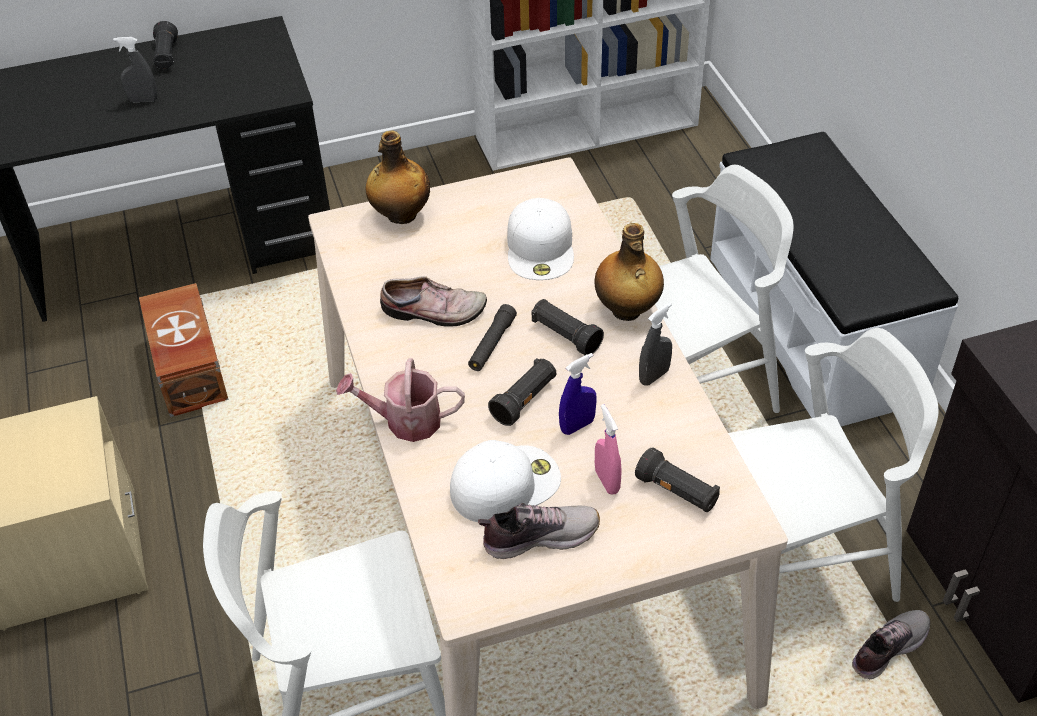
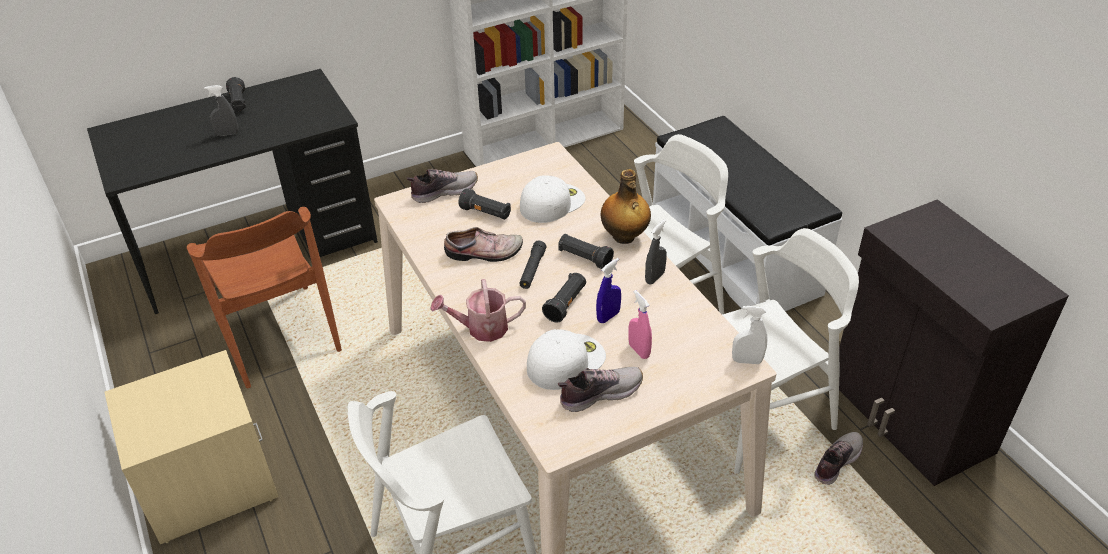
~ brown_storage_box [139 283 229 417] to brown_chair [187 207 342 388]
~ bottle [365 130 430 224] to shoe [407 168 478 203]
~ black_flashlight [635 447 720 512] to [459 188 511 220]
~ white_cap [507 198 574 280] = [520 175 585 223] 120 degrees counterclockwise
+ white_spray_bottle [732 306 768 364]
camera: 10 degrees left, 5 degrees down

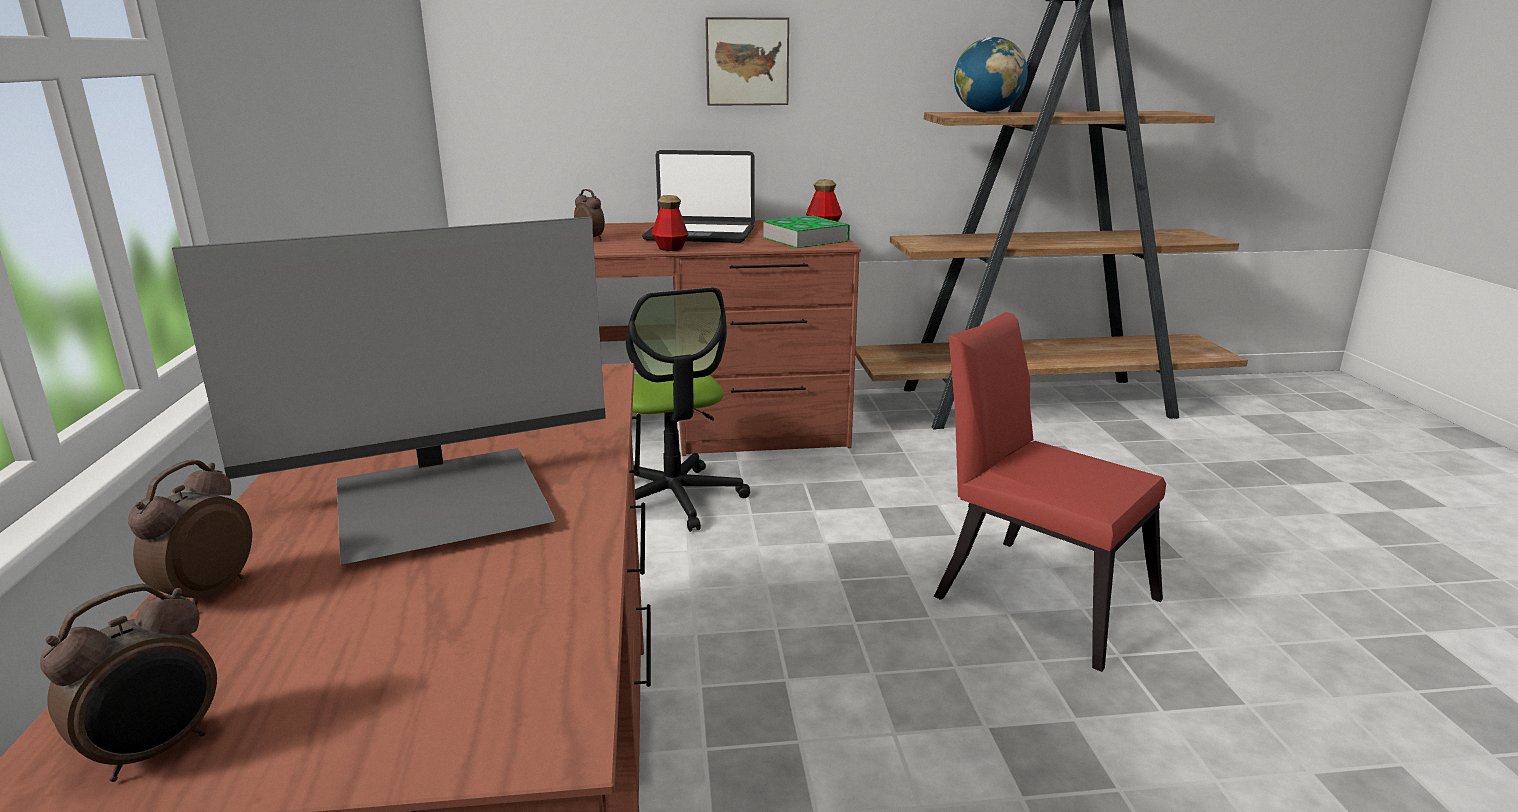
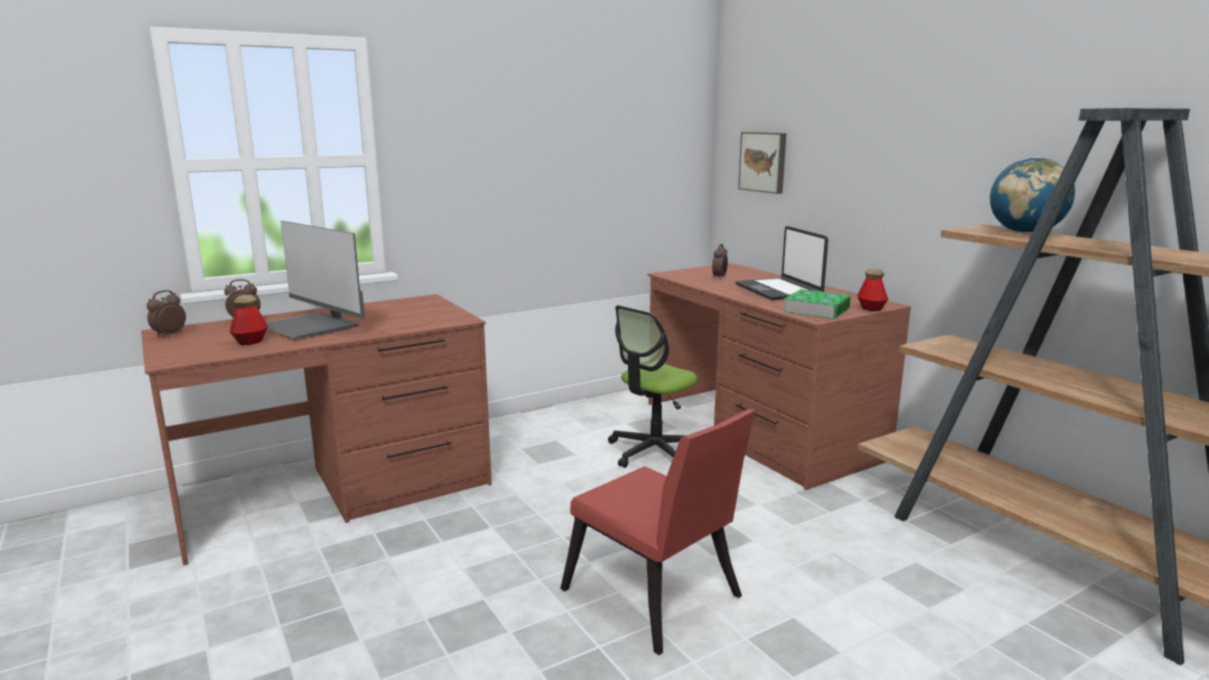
~ alarm_clock [40 584 217 782] = [146 290 186 337] 105 degrees clockwise
~ bottle [652 195 689 251] to [229 295 268 345]
~ red_chair [934 312 1166 672] = [560 409 756 655] 120 degrees clockwise
~ picture [705 17 789 106] to [738 132 786 194]
camera: 65 degrees right, 5 degrees down

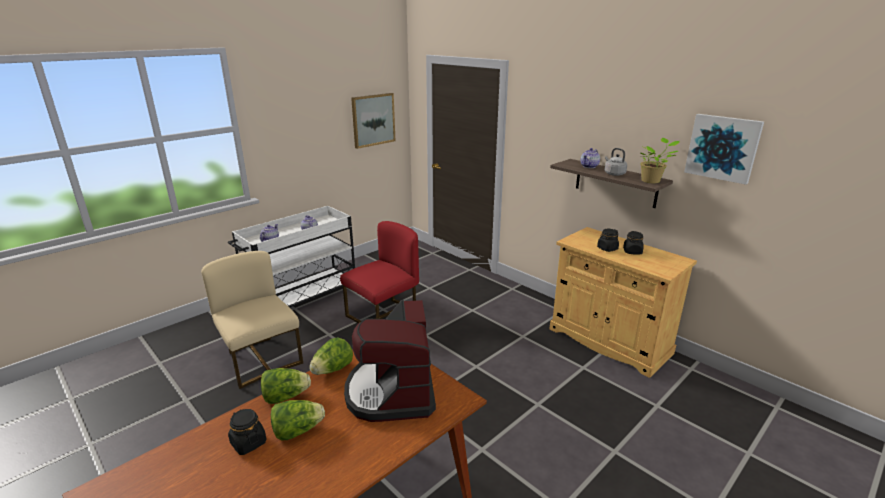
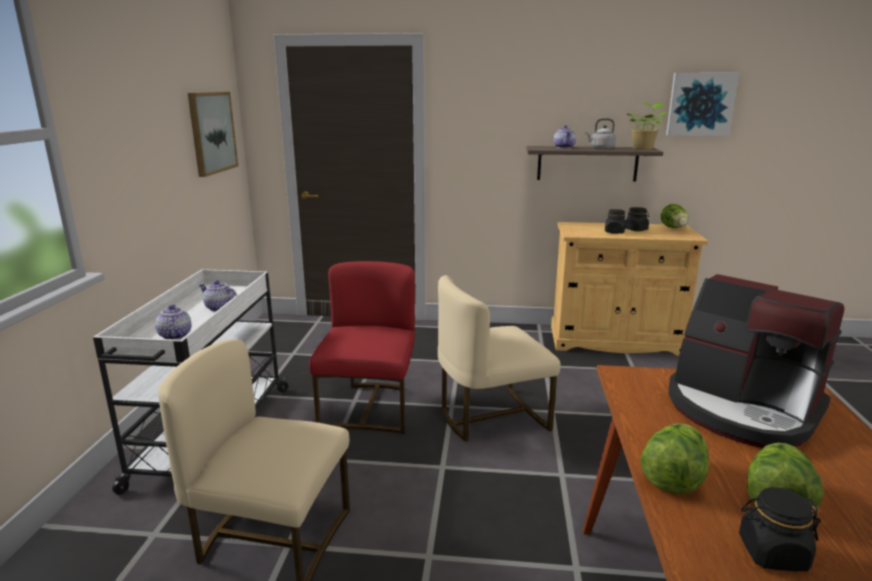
+ beige_chair [438 275 561 442]
~ lettuce [309 337 353 375] to [661 204 688 228]
camera: 40 degrees left, 5 degrees down

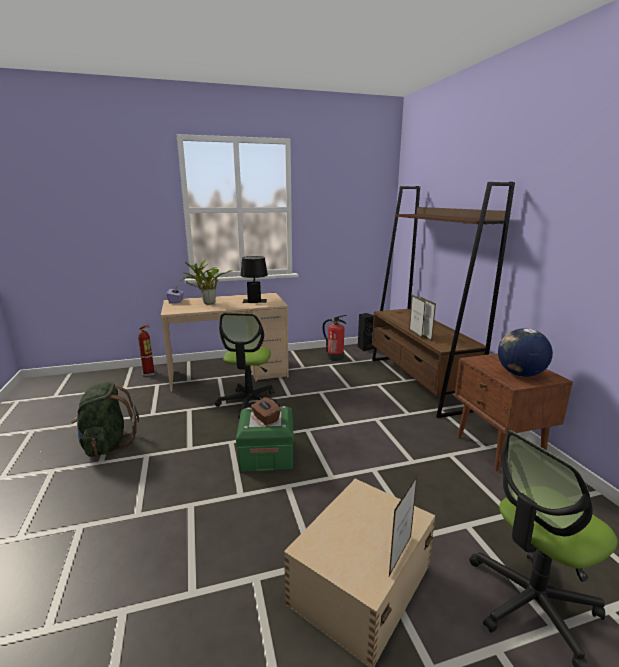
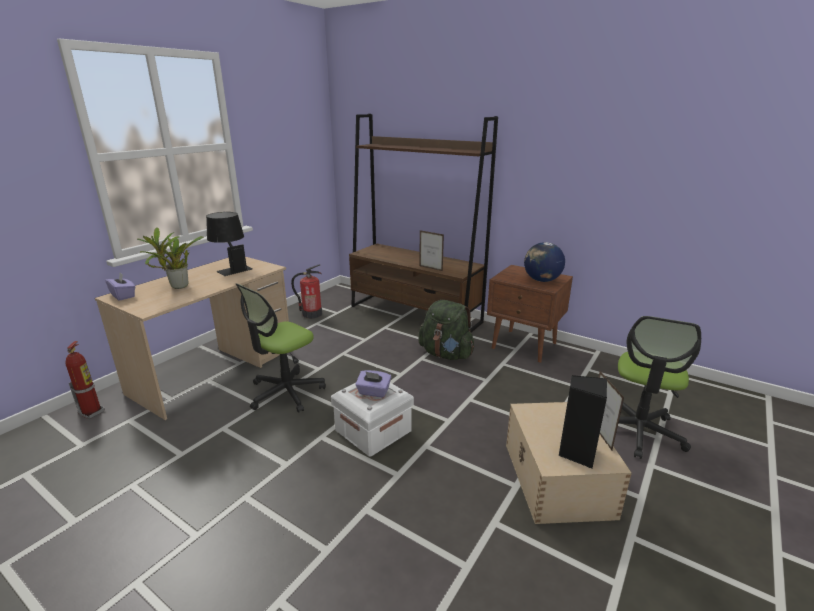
~ office_chair [215 313 280 419] = [236 283 326 413] 75 degrees clockwise
~ green_storage_box [236 406 294 472] to white_storage_box [331 383 414 456]
~ brown_tissue_box [251 397 281 425] to purple_tissue_box [355 370 391 397]
~ green_backpack [71 382 139 457] to [418 300 474 360]
~ black_speaker [358 313 374 351] to [559 375 607 468]
- picture_frame [409 295 426 338]
camera: 40 degrees left, 5 degrees up

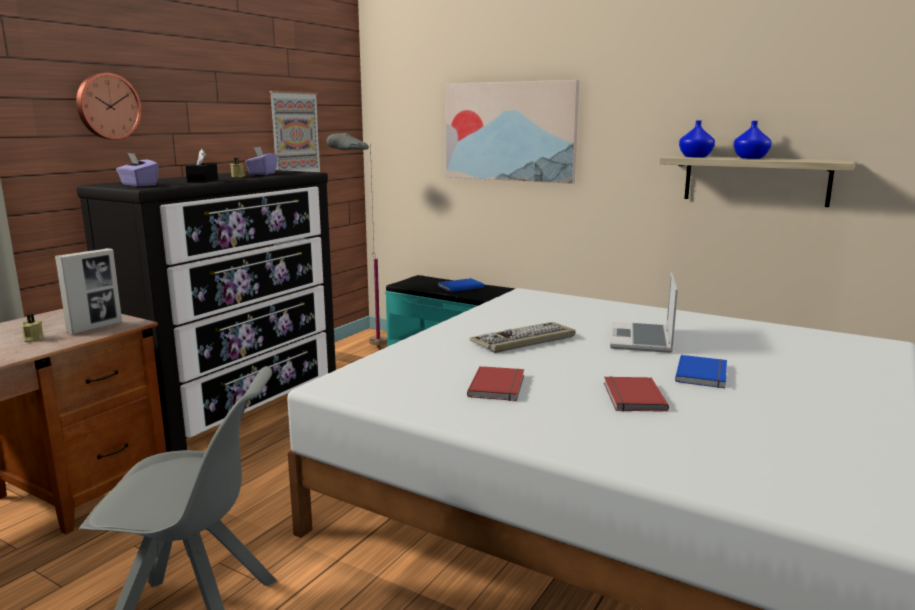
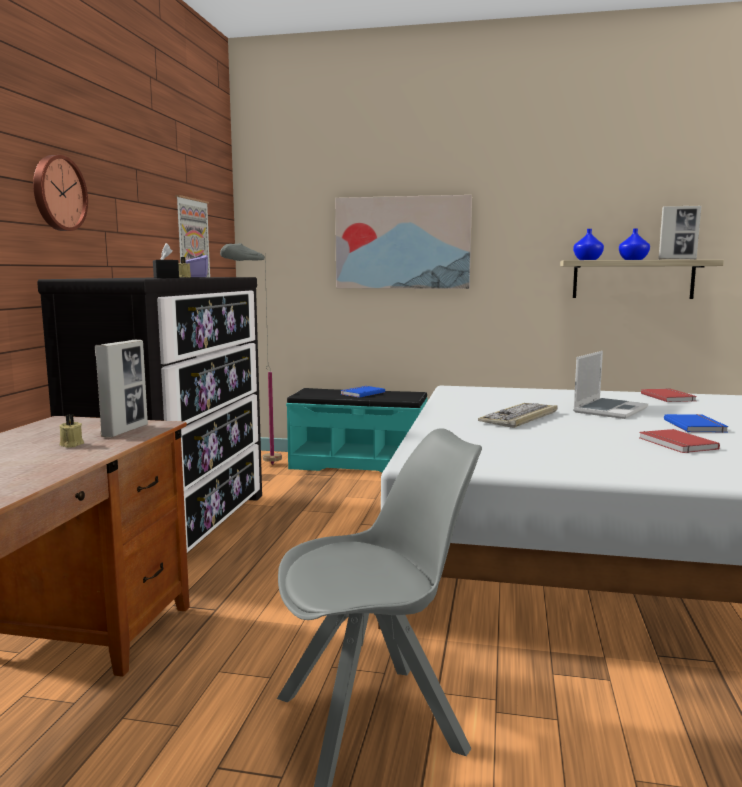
~ laptop [610 272 678 353] = [573 351 648 419] 135 degrees counterclockwise
~ red_book [467 366 524 401] to [641 388 697 402]
+ picture_frame [658 205 702 260]
- purple_tissue_box [116 153 159 186]
camera: 20 degrees left, 5 degrees down

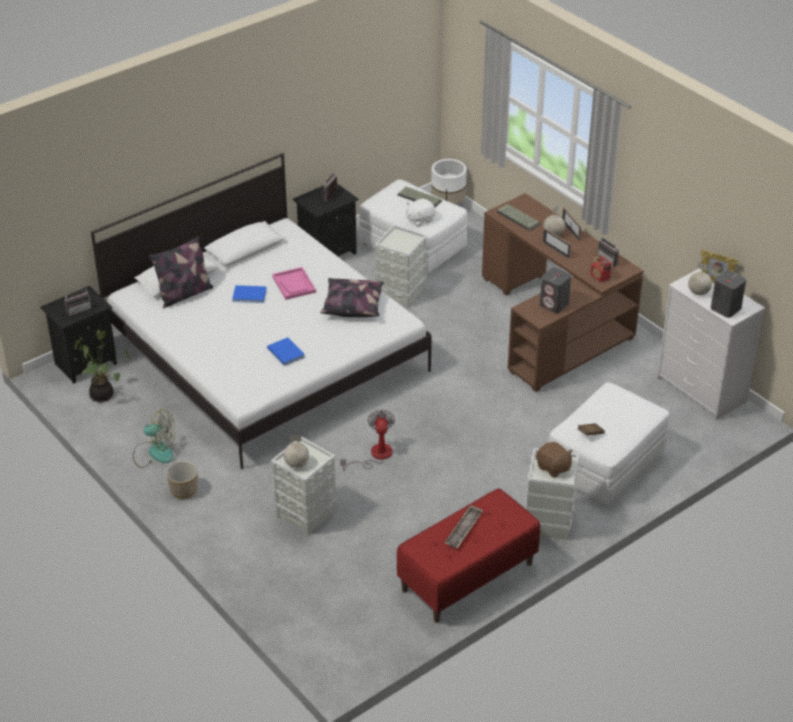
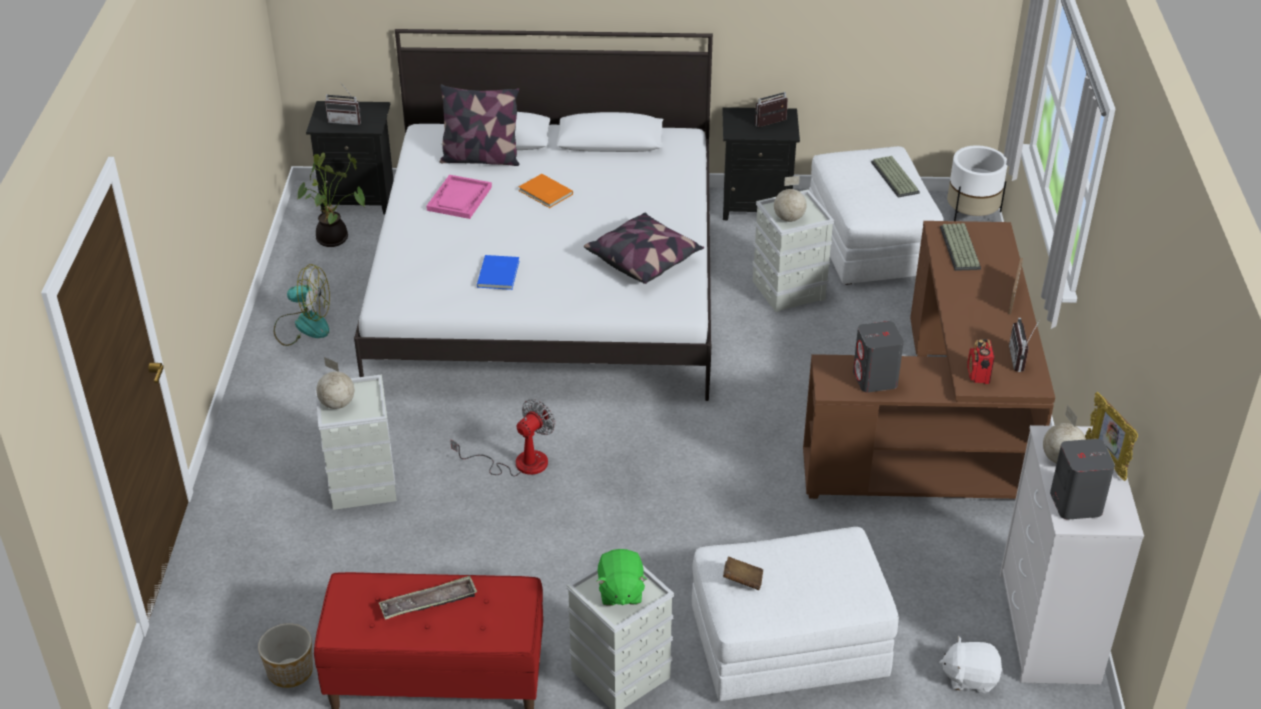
~ planter [166 461 198 499] to [258 623 313 688]
~ fan [133 409 175 468] = [274 264 330 346] 45 degrees counterclockwise
~ pink_tray [272 267 316 300] to [426 175 492 219]
~ blue_book [232 285 266 303] to orange_book [519 174 573 208]
~ brown_plush_toy [536 442 573 478] to green_plush_toy [597 549 647 606]
~ globe [543 205 565 236] to [774 176 807 222]
~ white_plush_toy [406 198 435 226] to [939 636 1003 694]
- picture_frame [543 228 571 259]
camera: 40 degrees right, 0 degrees up

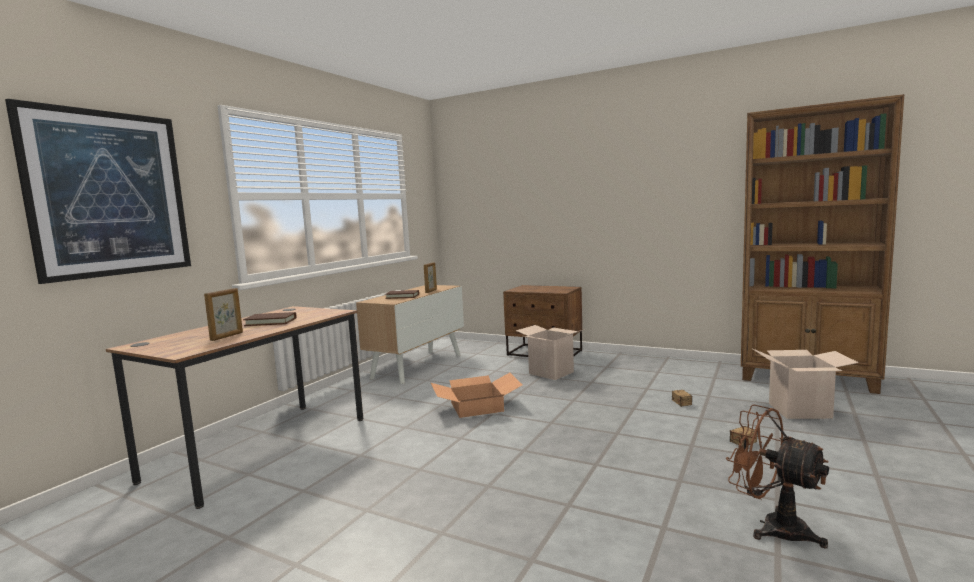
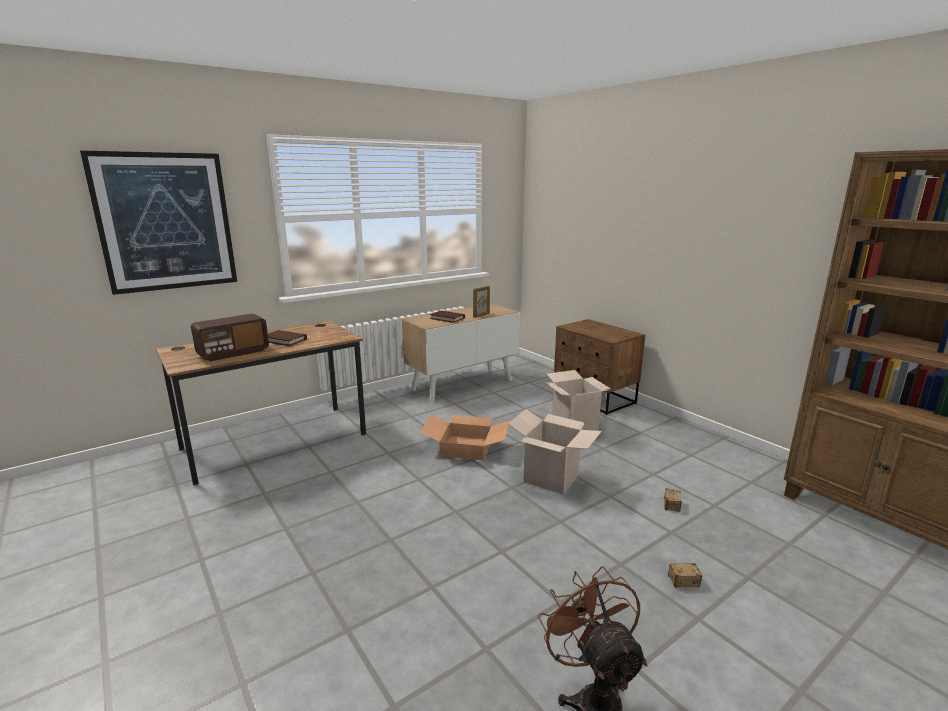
~ picture_frame [204 288 243 341] to radio [191 314 269 361]
~ cardboard_box [752 348 859 419] to [508 409 602 495]
camera: 25 degrees right, 10 degrees up

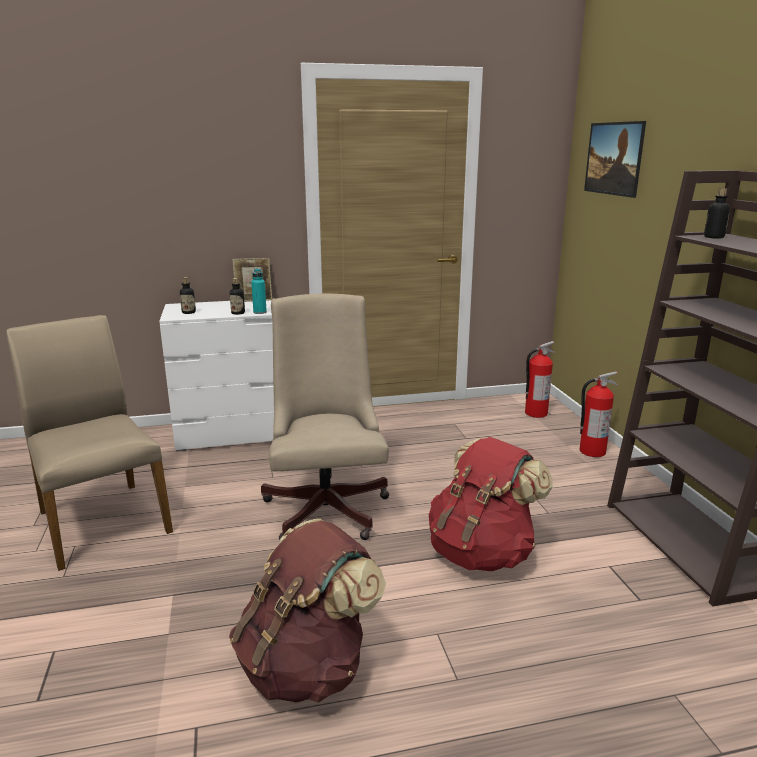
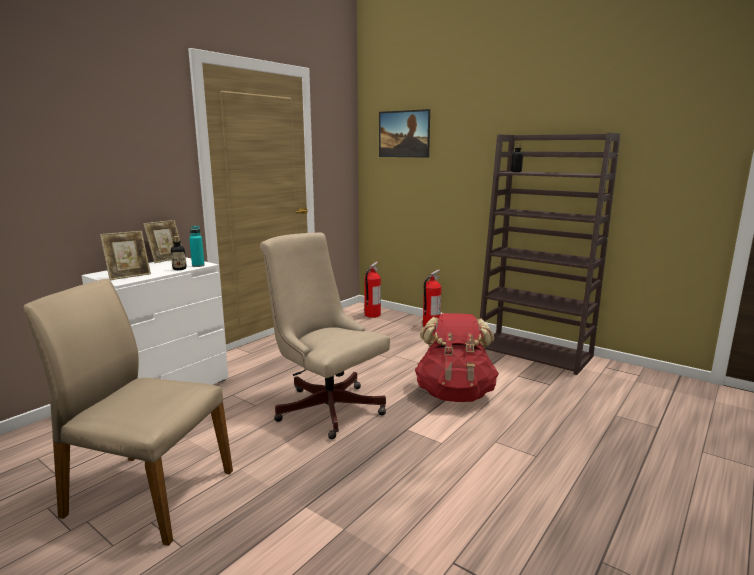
~ bottle [180 277 196 314] to picture_frame [100 231 151 280]
- brown_backpack [229 519 386 703]
camera: 40 degrees left, 5 degrees down

